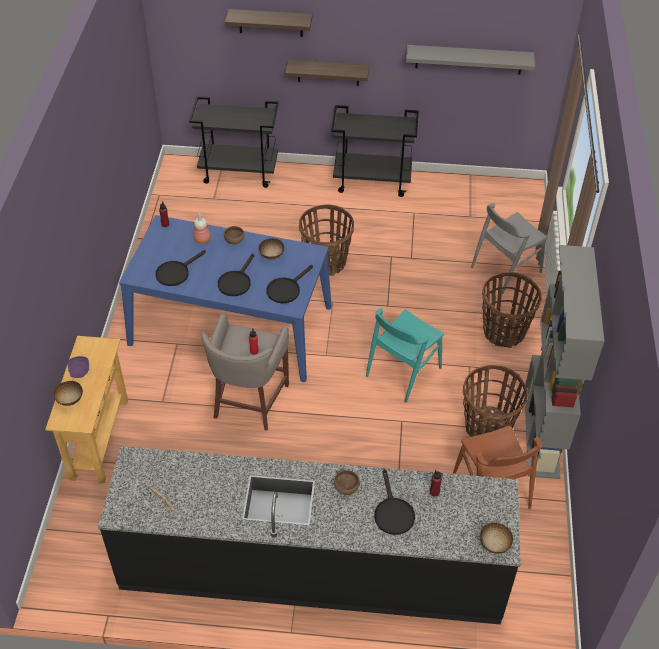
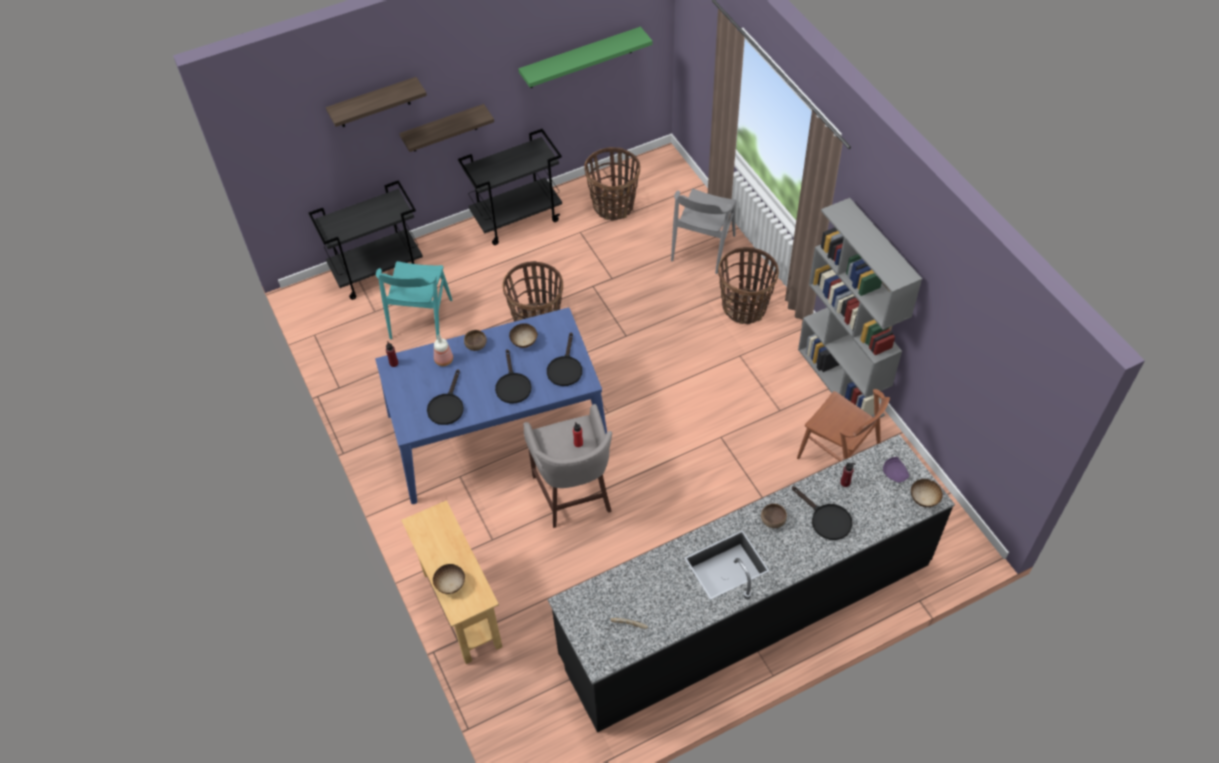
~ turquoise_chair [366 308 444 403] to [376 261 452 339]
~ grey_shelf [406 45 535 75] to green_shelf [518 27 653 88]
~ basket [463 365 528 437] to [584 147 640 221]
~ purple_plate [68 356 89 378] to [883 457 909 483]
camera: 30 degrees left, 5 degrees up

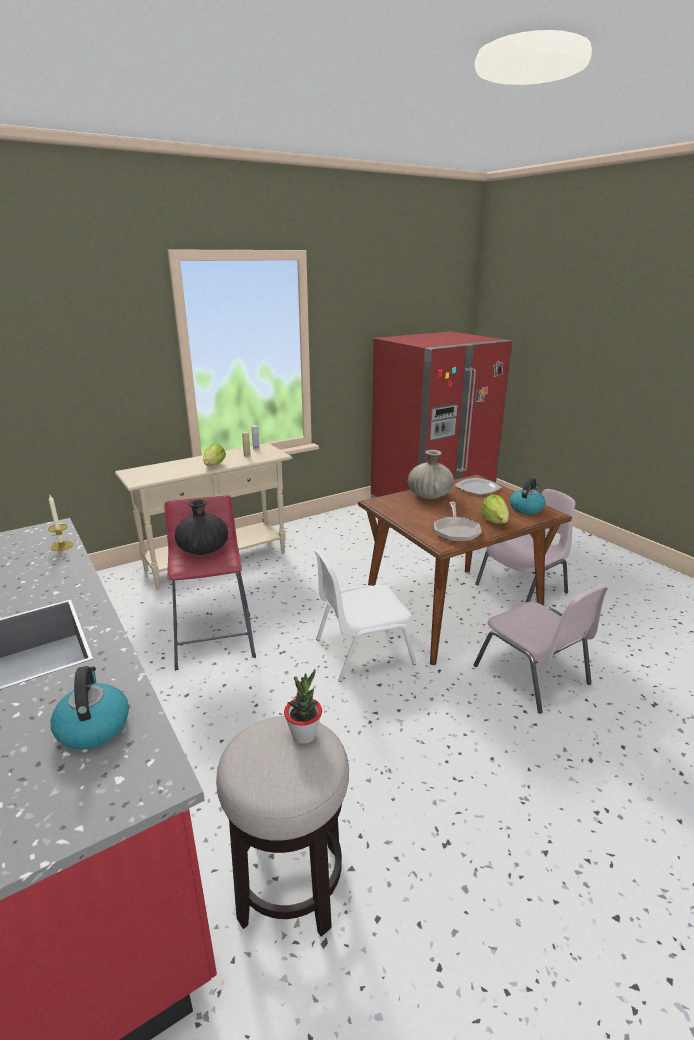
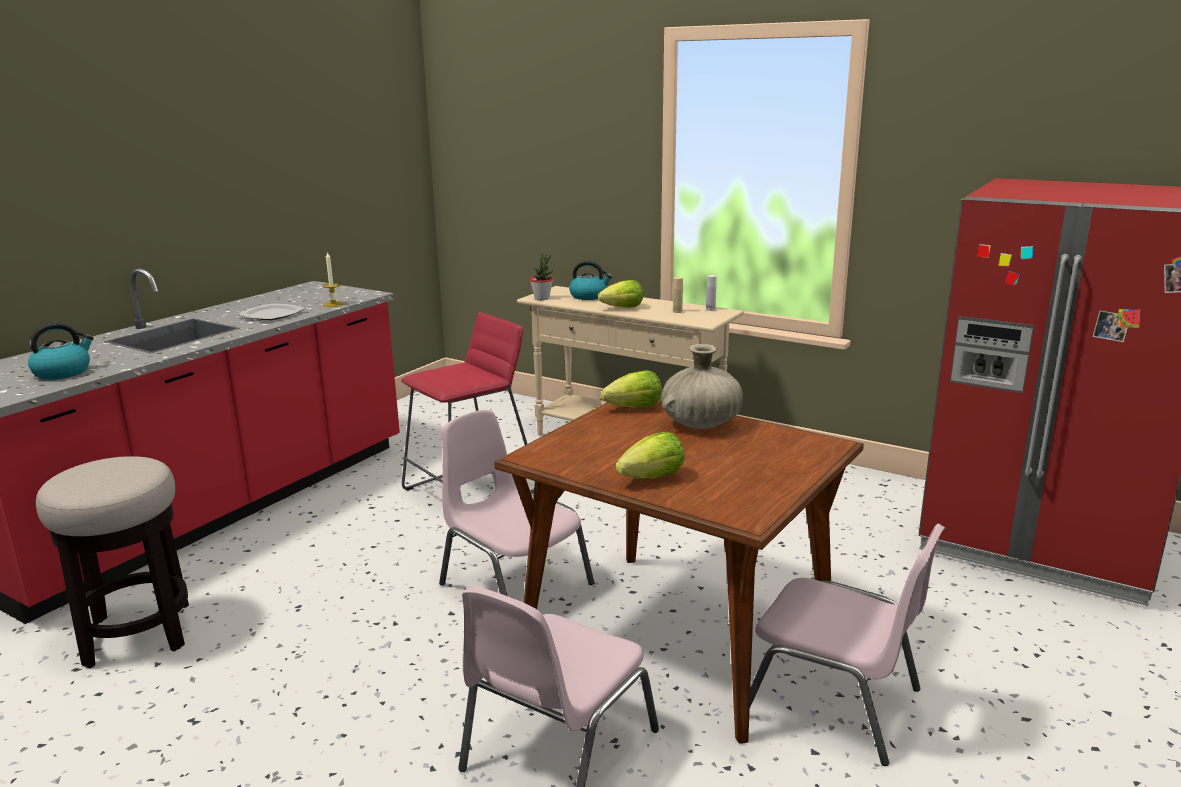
~ plate [455 478 501 495] to [238 304 305 320]
~ white_chair [315 550 417 682] to pink_chair [439 410 594 596]
~ potted_plant [284 669 322 744] to [530 254 553 300]
~ kettle [510 477 546 514] to [569 261 612 300]
+ lettuce [601 370 662 408]
- black_vase [175 499 228 555]
- frying_pan [434 502 482 542]
camera: 65 degrees right, 5 degrees down

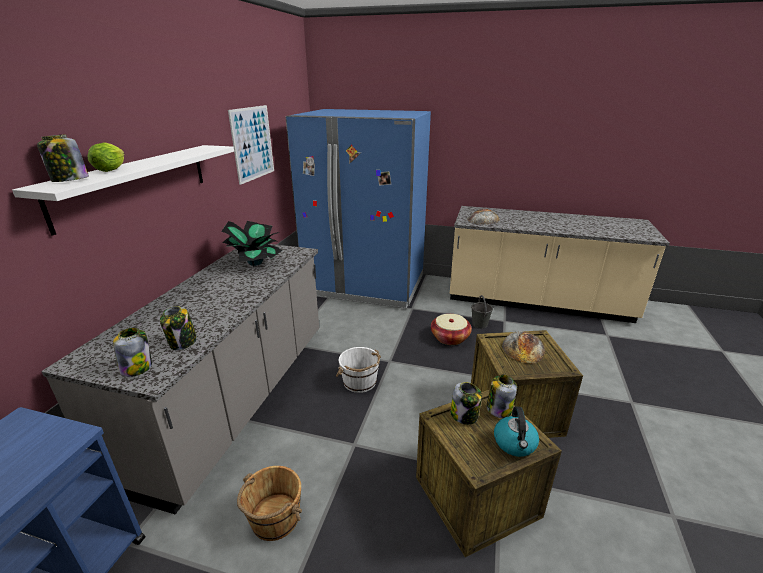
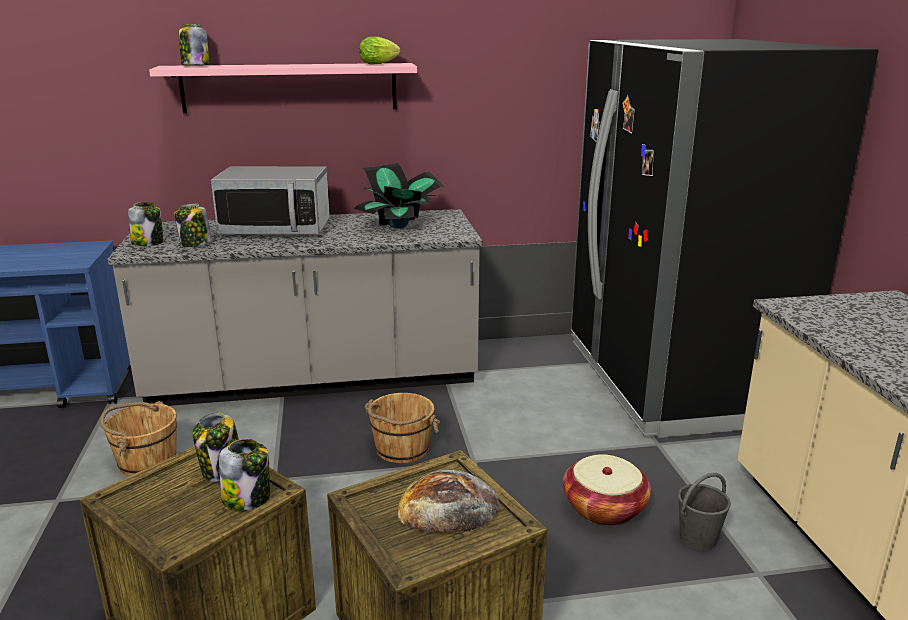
~ white_shelf [12 145 234 236] to pink_shelf [149 63 417 114]
+ microwave [211 166 330 235]
~ lettuce [88 142 124 172] to [359 37 401 65]
~ white_bucket [336 347 381 393] to brown_bucket [365 393 440 464]
~ blue_fridge [285 109 431 309] to black_fridge [571 39 879 438]
- picture [228 105 274 185]
- bread [467 209 500 225]
- kettle [494 406 539 457]
camera: 65 degrees right, 5 degrees down

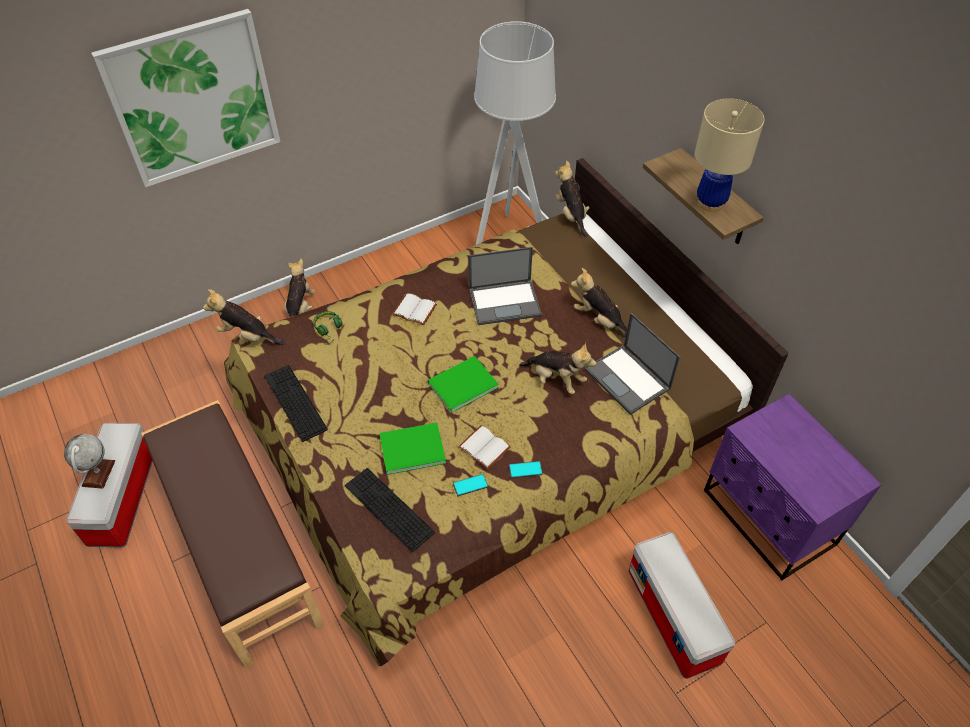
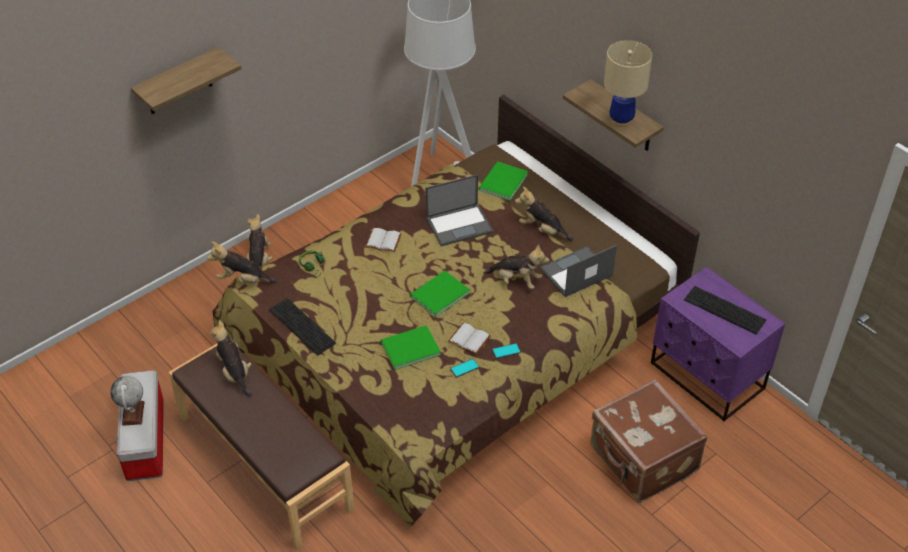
~ picture [91 9 281 188] to shelf [131 47 242 114]
~ plush_toy [555 161 590 237] to [210 320 252 397]
+ green_book [478 162 528 201]
~ laptop [585 313 680 415] = [540 245 617 297] 105 degrees clockwise
~ storage_box [628 532 736 679] to brown_suitcase [590 380 707 503]
~ keyboard [345 468 435 552] to [684 286 766 334]
camera: 10 degrees left, 5 degrees down

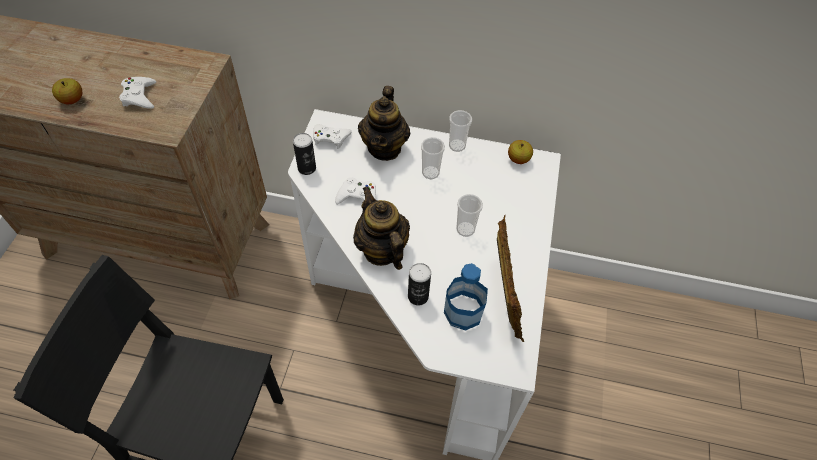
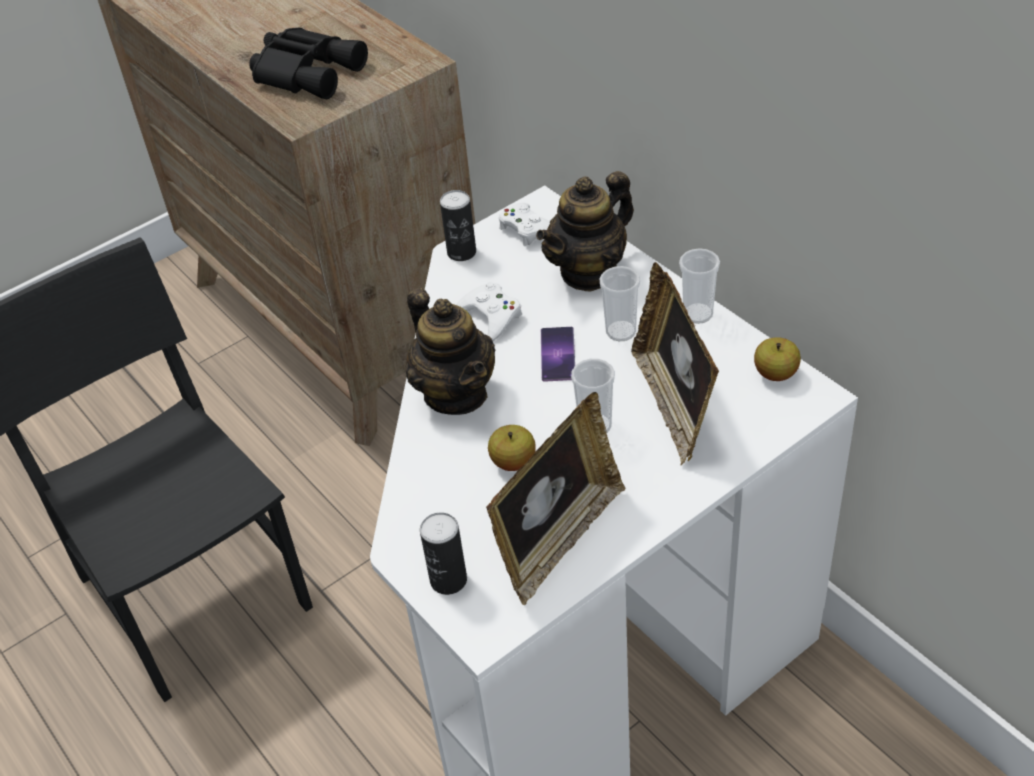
~ white_game_controller [119 77 156 109] to black_binoculars [249 28 368 99]
~ teapot [353 186 410 270] = [406 288 495 415] 135 degrees clockwise
~ can [408 263 431 305] to [420 512 467 595]
~ apple [52 78 82 104] to [488 425 536 471]
+ phone [541 327 575 382]
+ picture_frame [631 262 719 465]
- bottle [444 263 488 331]
camera: 45 degrees right, 10 degrees down

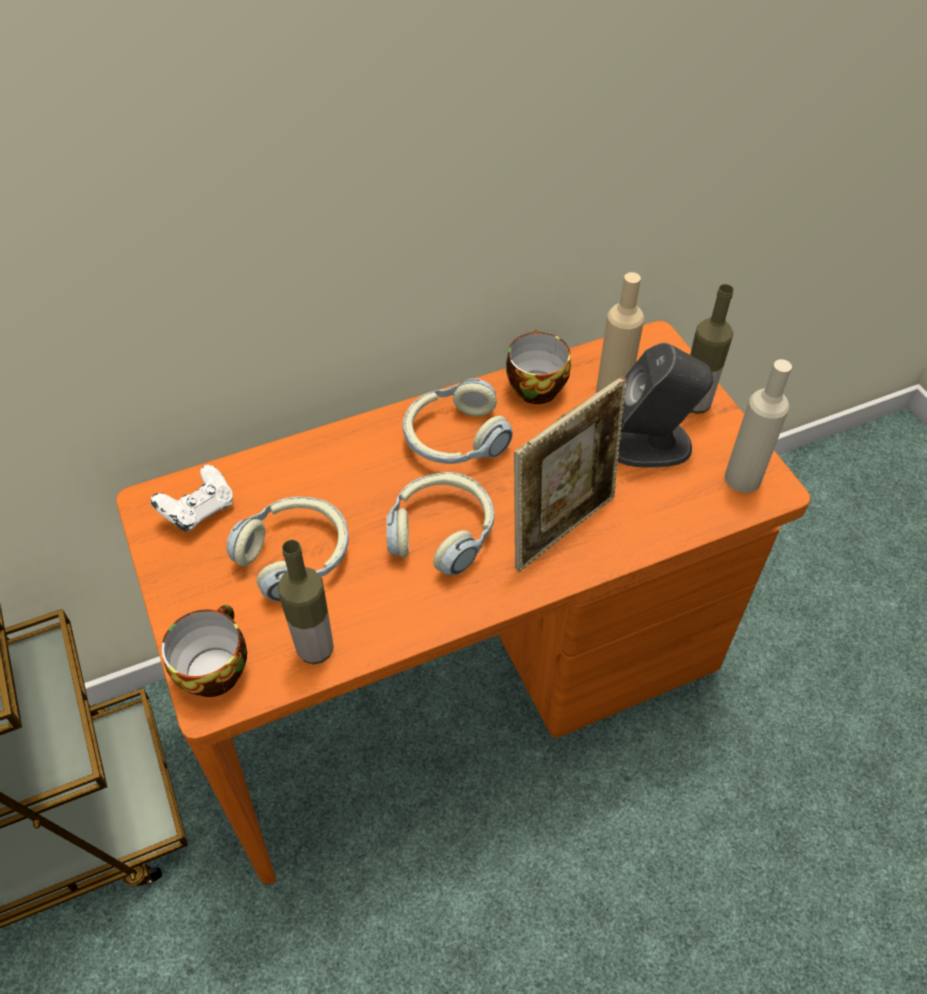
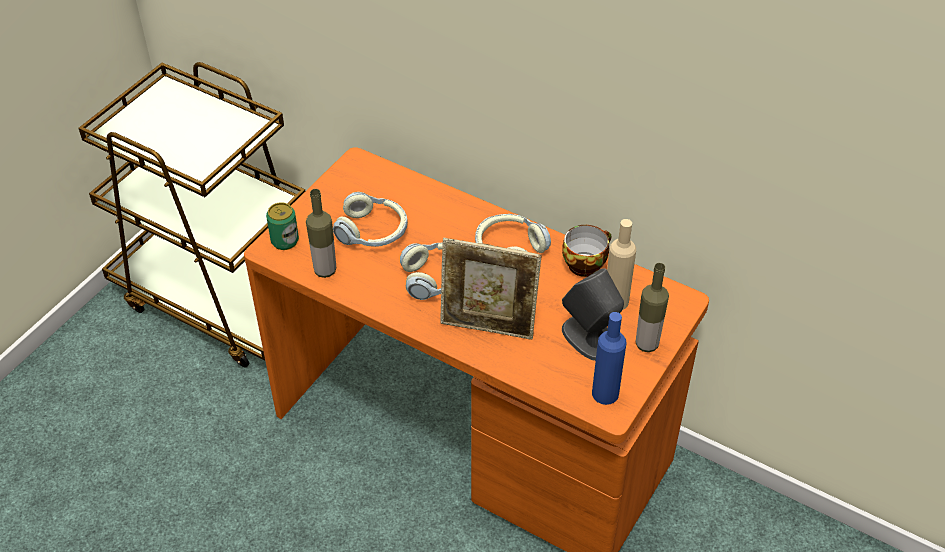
~ cup [161 605 247 697] to can [266 202 299 250]
~ beige_bottle [725 359 792 493] to blue_bottle [592 312 627 405]
- white_game_controller [151 465 233 532]
camera: 55 degrees right, 5 degrees down

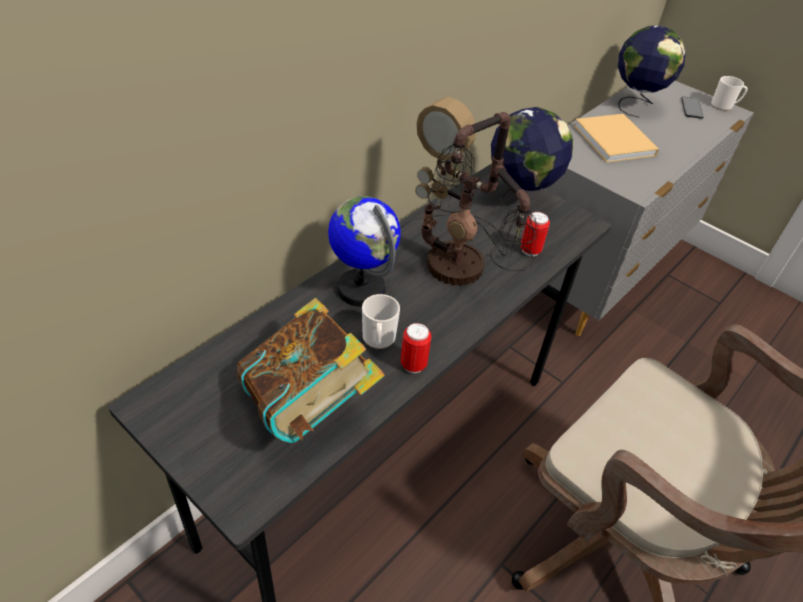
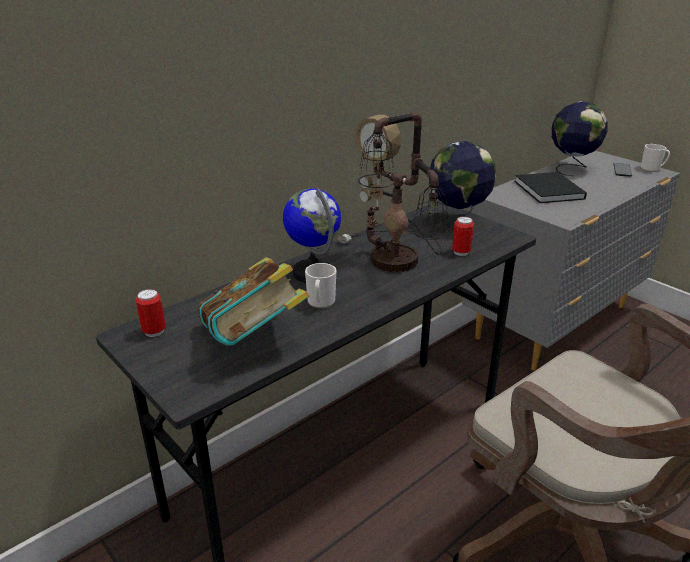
~ can [401 323 431 373] to [136 289 166 337]
~ beige_book [574 114 659 163] to black_book [514 172 587 203]
camera: 10 degrees right, 15 degrees down

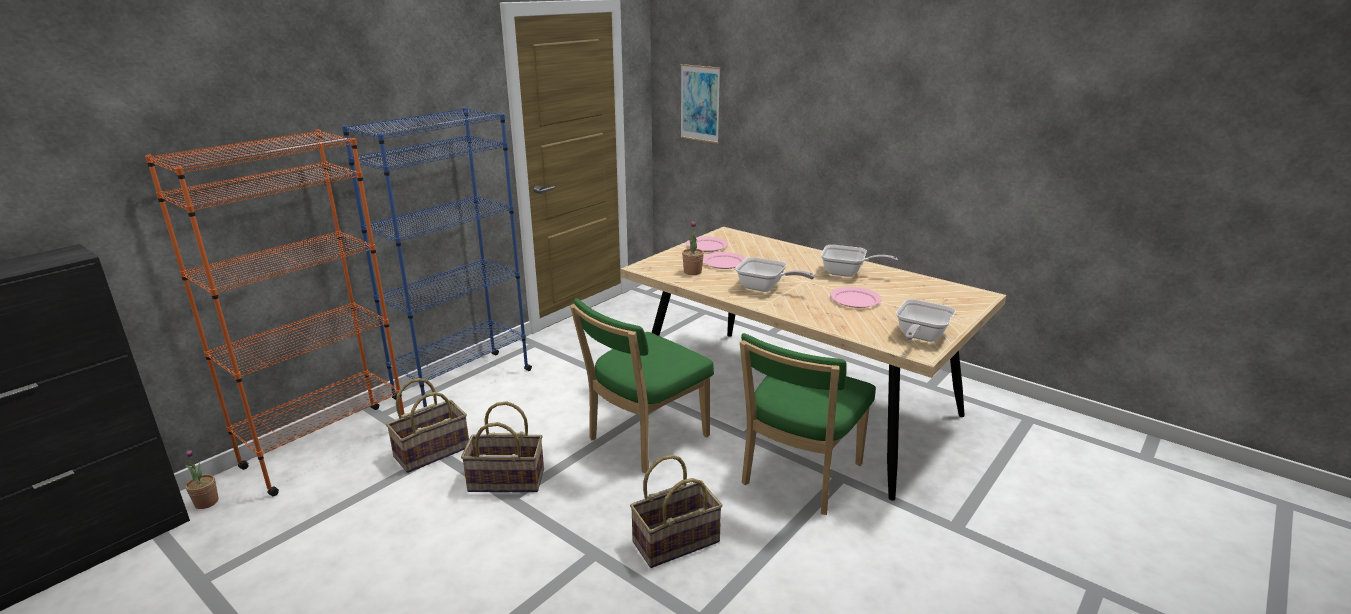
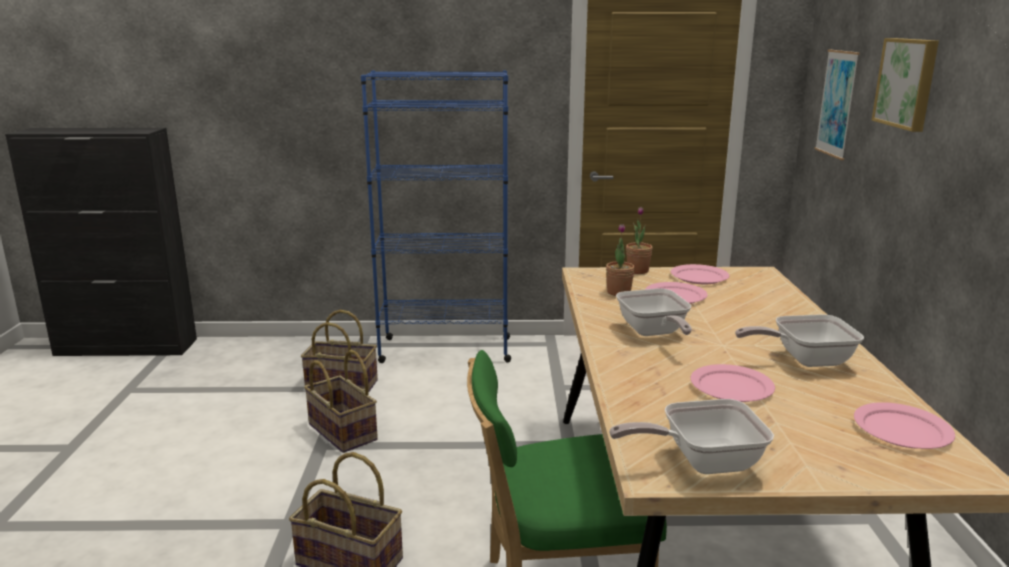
~ potted_plant [185 449 219 509] to [626 207 653 274]
~ frying_pan [821 245 898 277] = [735 314 864 367] 105 degrees clockwise
+ pink_plate [854 402 955 449]
+ picture [872 38 939 132]
- orange_bookcase [145 129 405 496]
- green_chair [570 298 714 473]
camera: 50 degrees right, 5 degrees down

